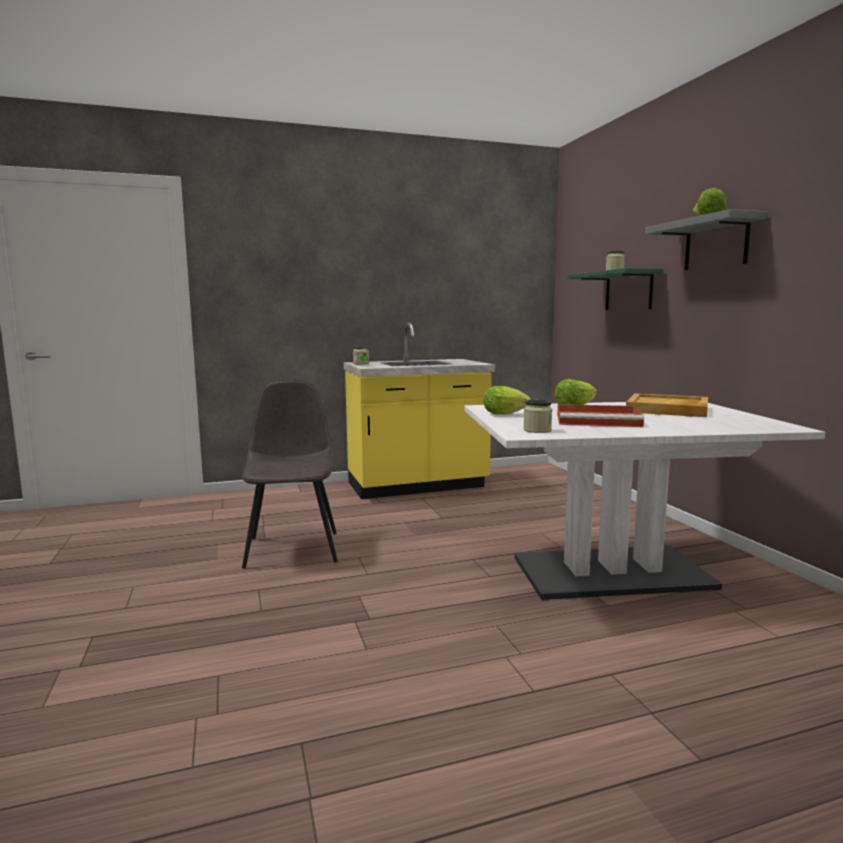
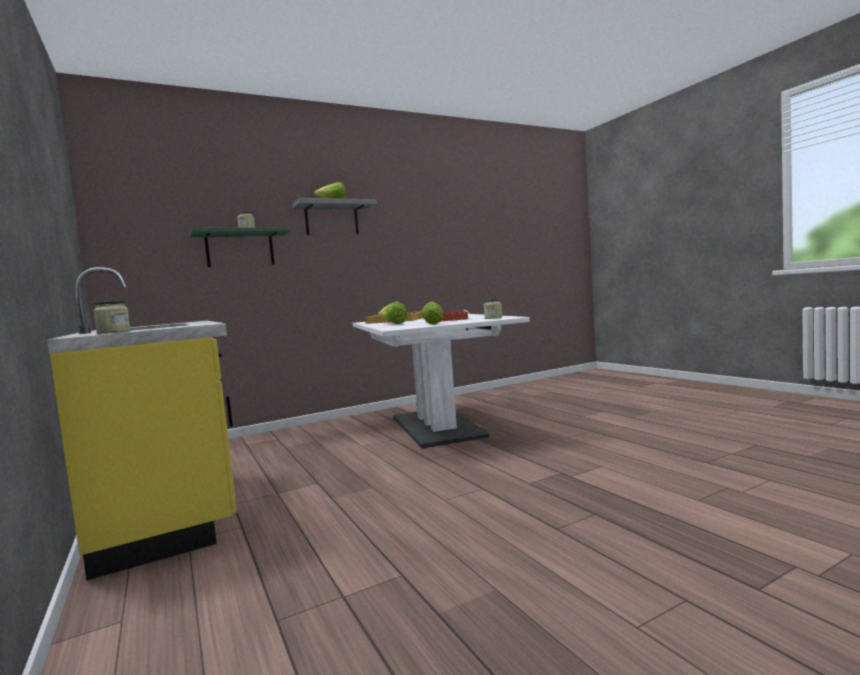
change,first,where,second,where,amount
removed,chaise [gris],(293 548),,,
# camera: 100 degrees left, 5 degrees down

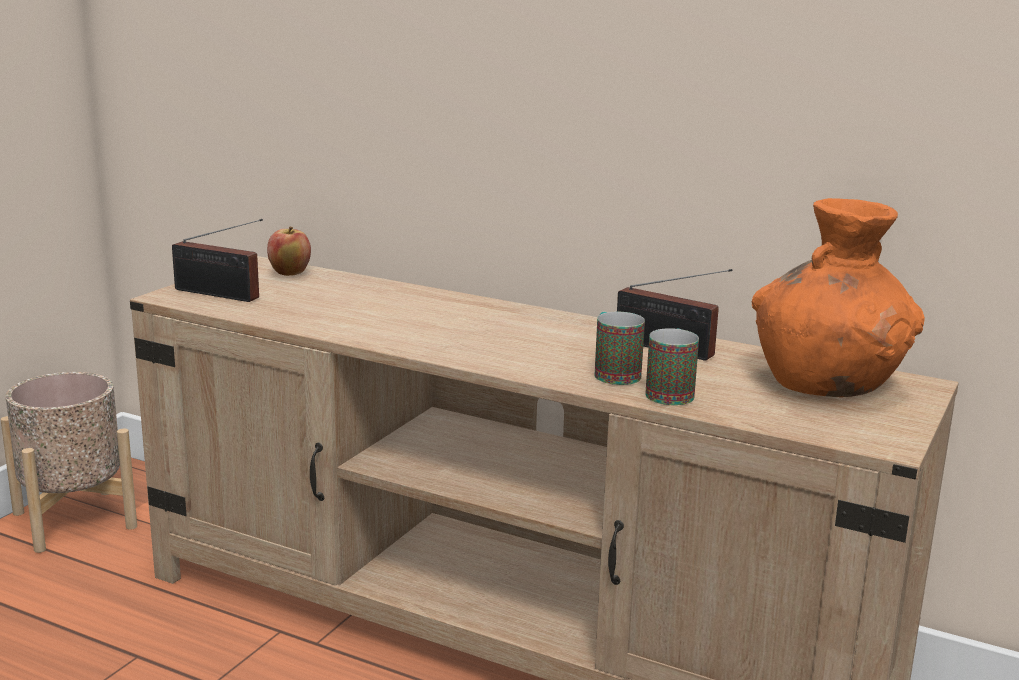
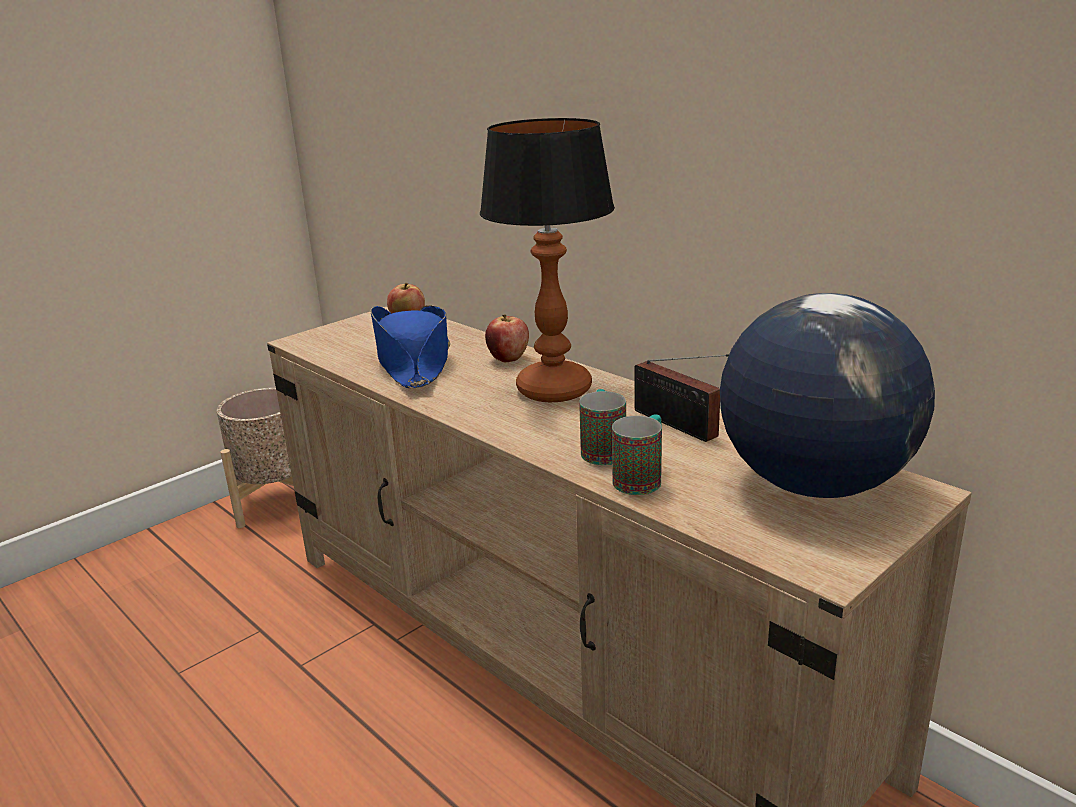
change,first,where,second,where,amount
replaced,vase [orange],(829 385),globe,(815 483),
removed,radio,(220 295),,,
added,,,lampe de table,(553 389),
added,,,chapeau [bleu],(413 362),
added,,,pomme,(508 359),
# camera: 20 degrees right, 5 degrees up

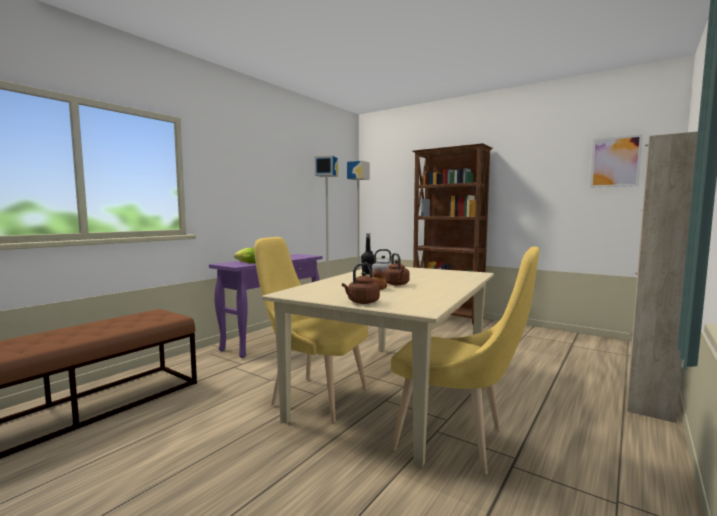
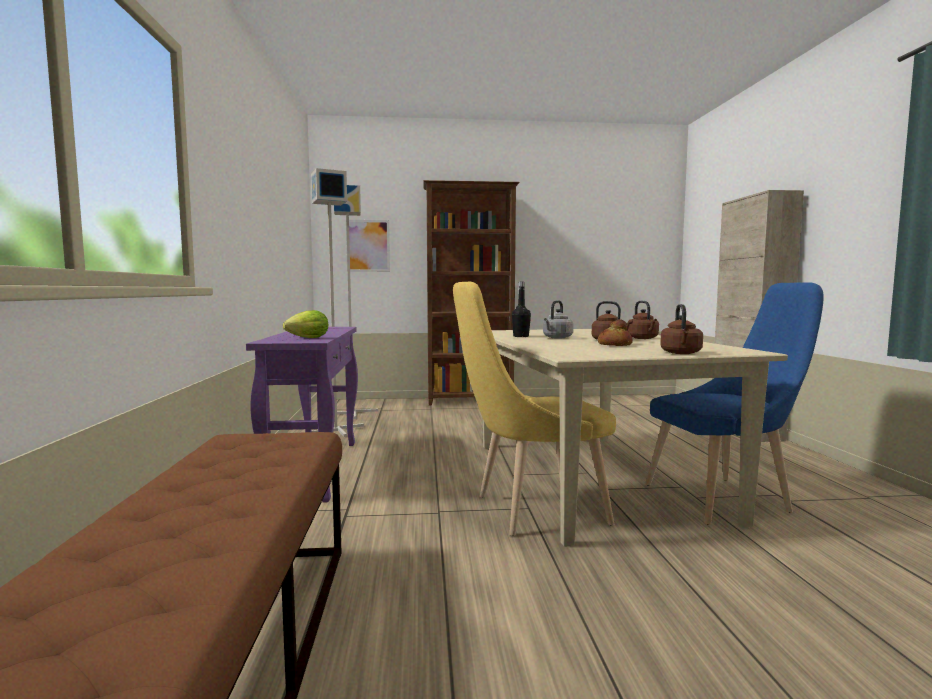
change,first,where,second,where,amount
moved,tableau,(615 162),,(368 246),
recoloured,chaise [jaune],(457 441),chaise [bleu],(724 498),
added,,,bouilloire [marron],(643 338),
# camera: 40 degrees left, 0 degrees up

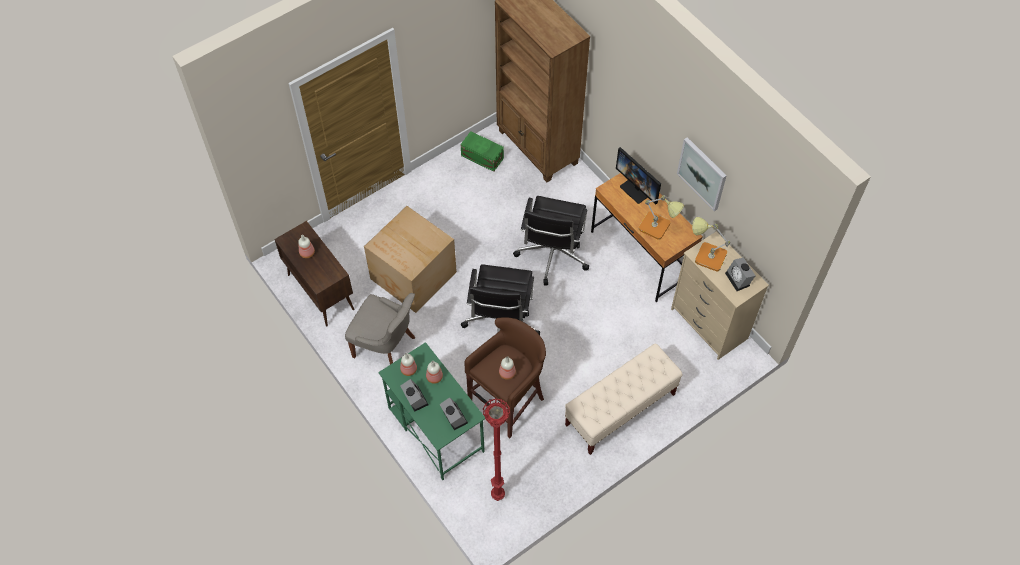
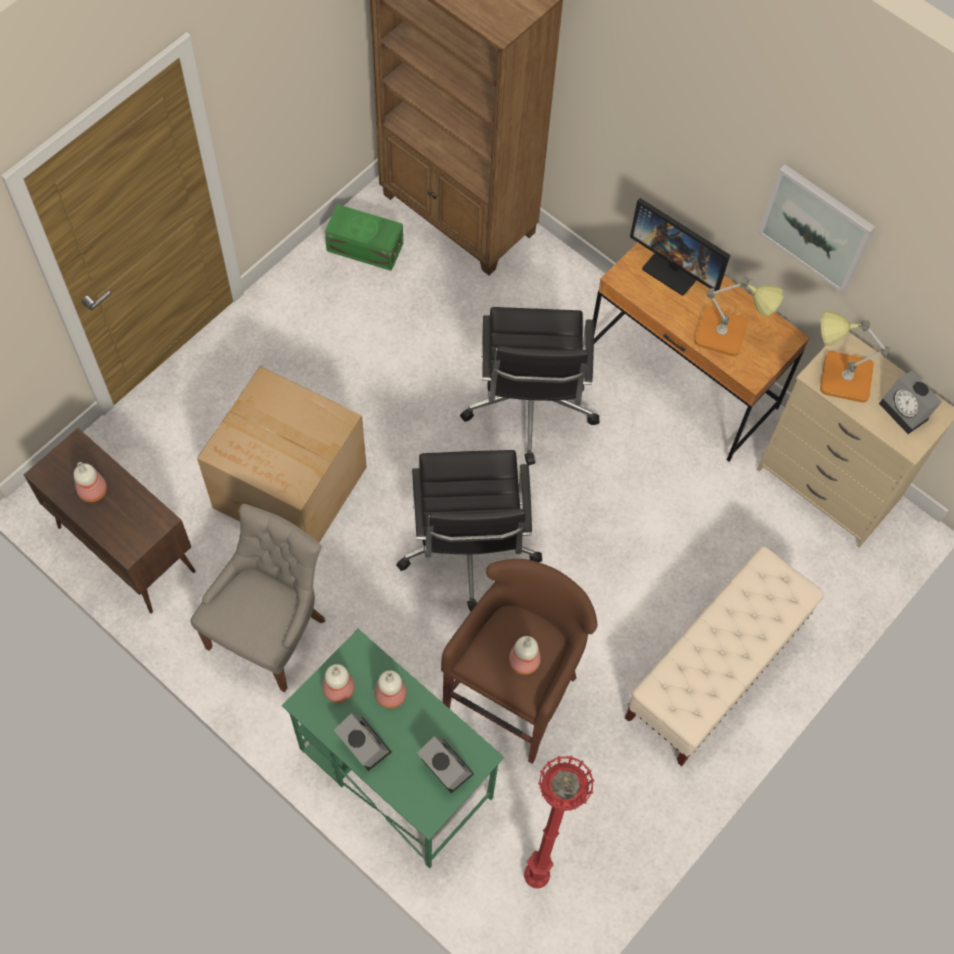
change,first,where,second,where,amount
turned,chaise [gris],(386 347),,(269 632),75 degrees counterclockwise
# camera: 15 degrees left, 5 degrees up

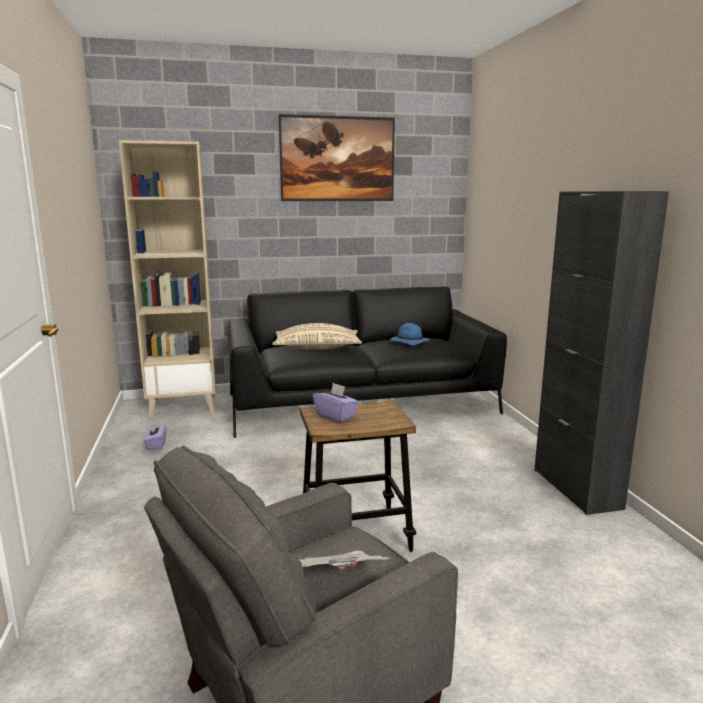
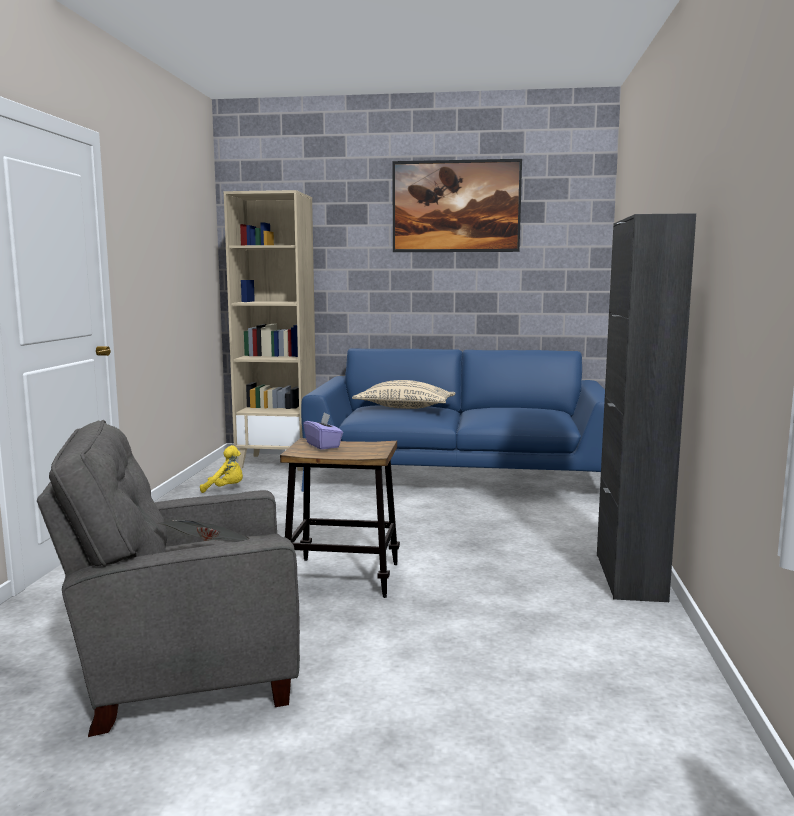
change,first,where,second,where,amount
recoloured,canapé [noir],(360 403),canapé [bleu],(458 477),
removed,chapeau [bleu],(409 342),,,
replaced,boîte à mouchoirs [violet],(156 445),peluche [jaune],(226 489),
# camera: 20 degrees right, 5 degrees down

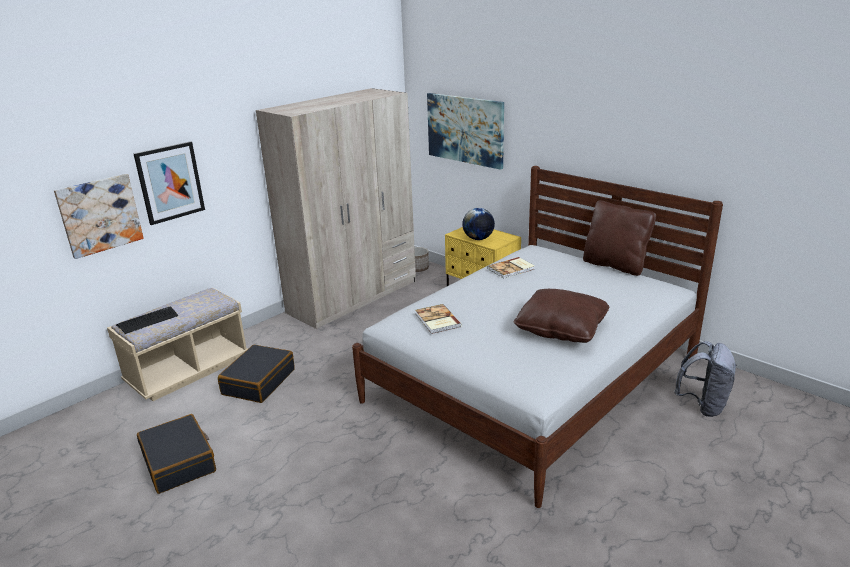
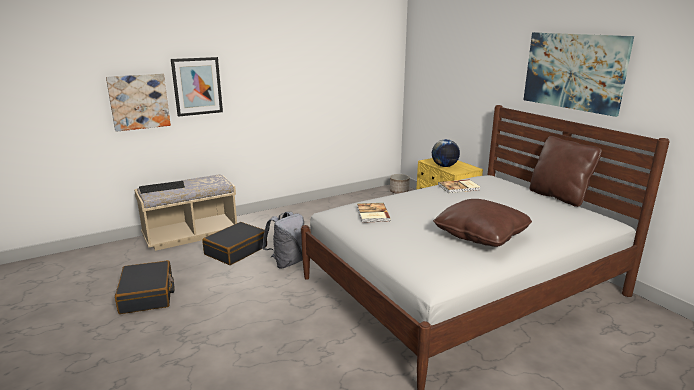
change,first,where,second,where,amount
removed,armoire [beige],(353 296),,,
moved,tableau,(465 129),,(573 71),
moved,sac à dos [gris],(702 405),,(287 262),
# camera: 15 degrees right, 5 degrees down

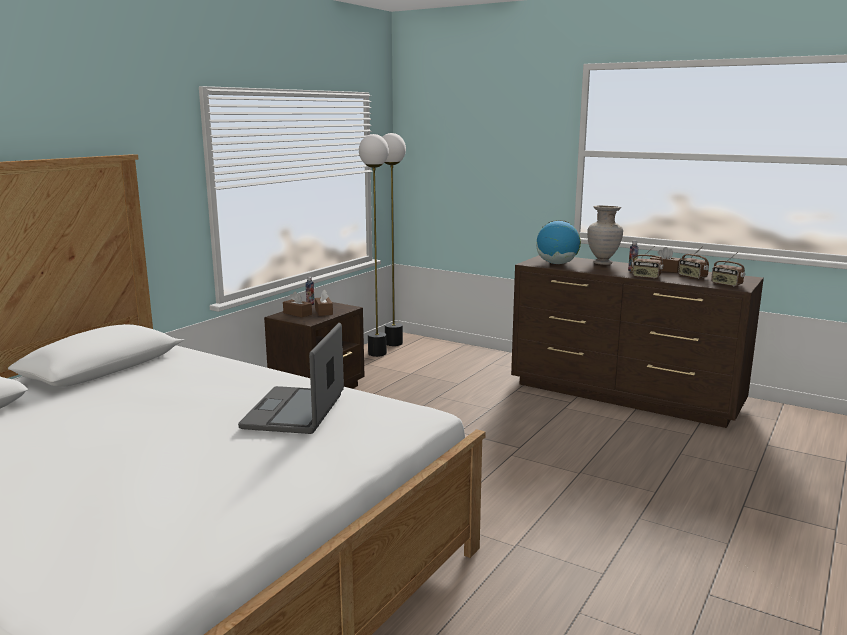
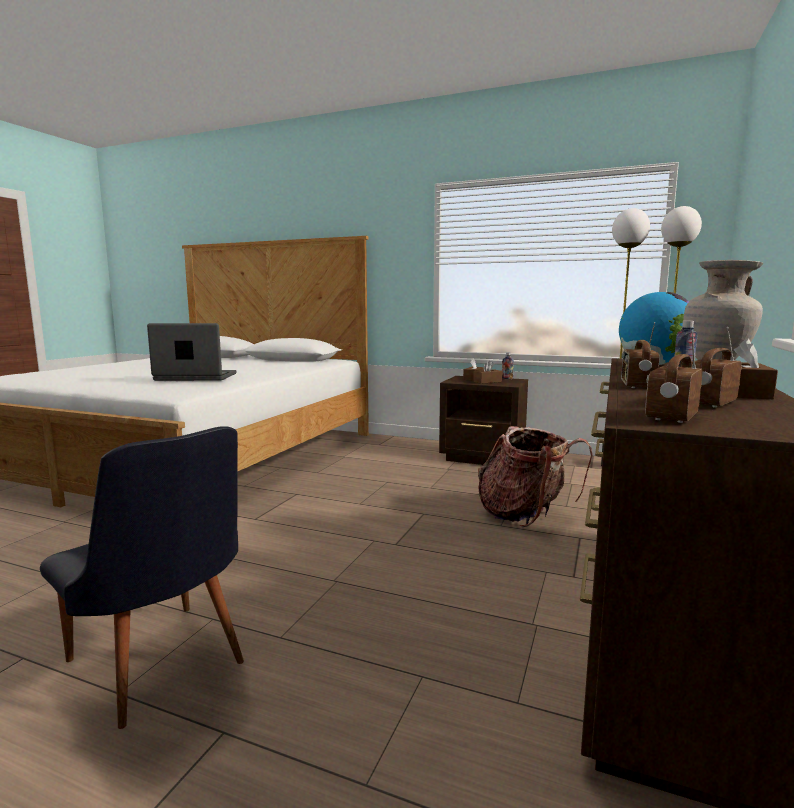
change,first,where,second,where,amount
added,,,chaise [noir],(162 670),
added,,,sac à dos,(525 514),
# camera: 80 degrees right, 5 degrees down

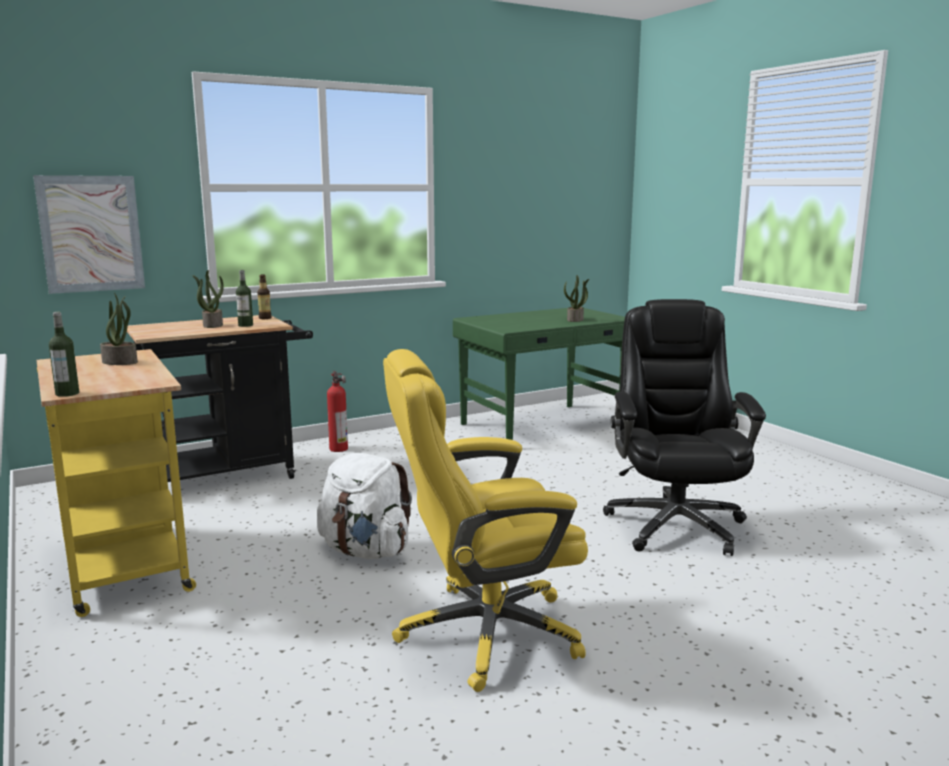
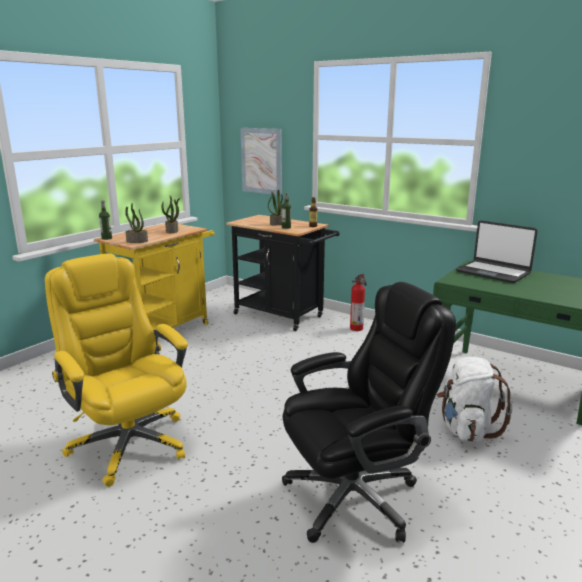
change,first,where,second,where,amount
moved,plante en pot,(575 320),,(136 241),
moved,sac à dos [blanc],(365 551),,(466 429),
added,,,ordinateur portable,(493 272),
# camera: 65 degrees right, 5 degrees up

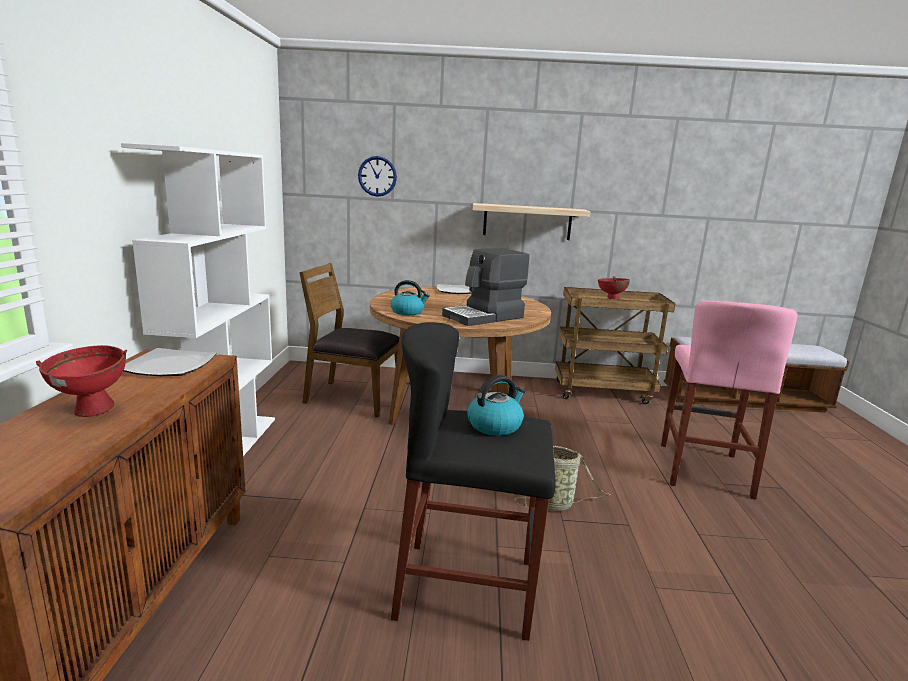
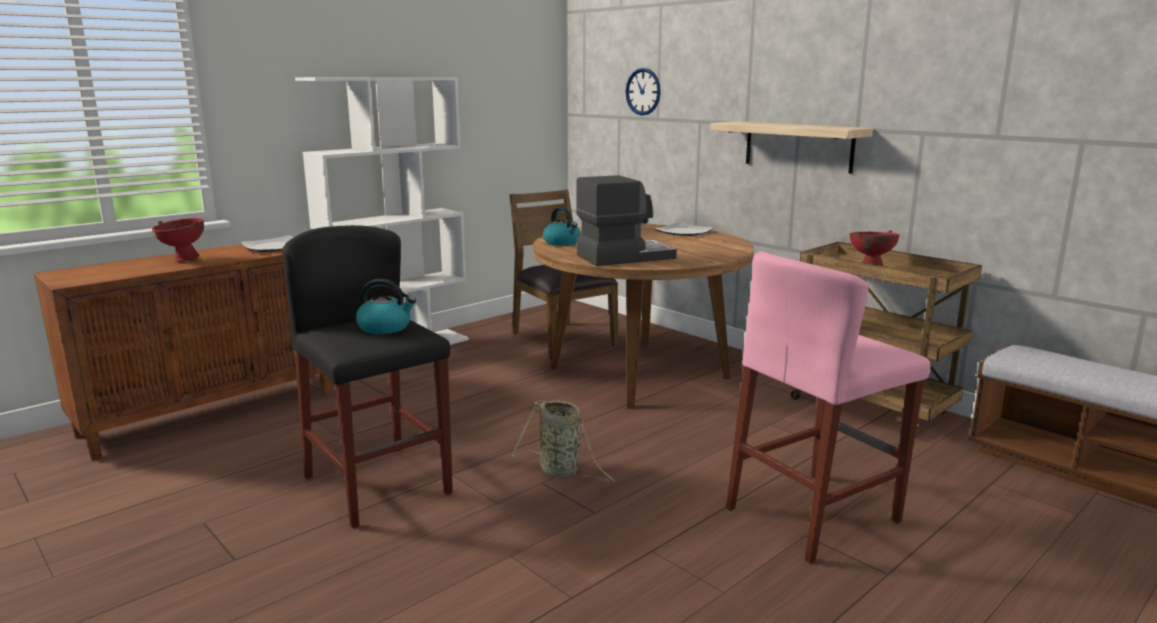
change,first,where,second,where,amount
turned,machine à café,(484 317),,(624 257),150 degrees clockwise
# camera: 45 degrees right, 0 degrees up

